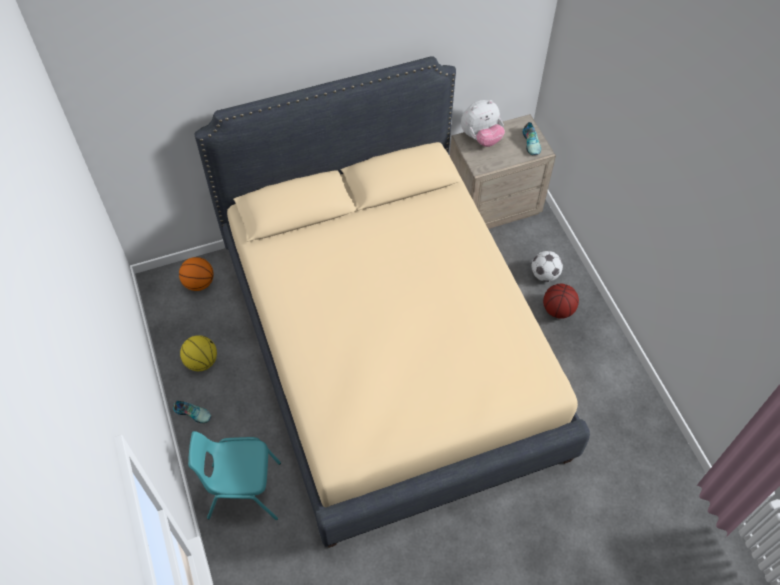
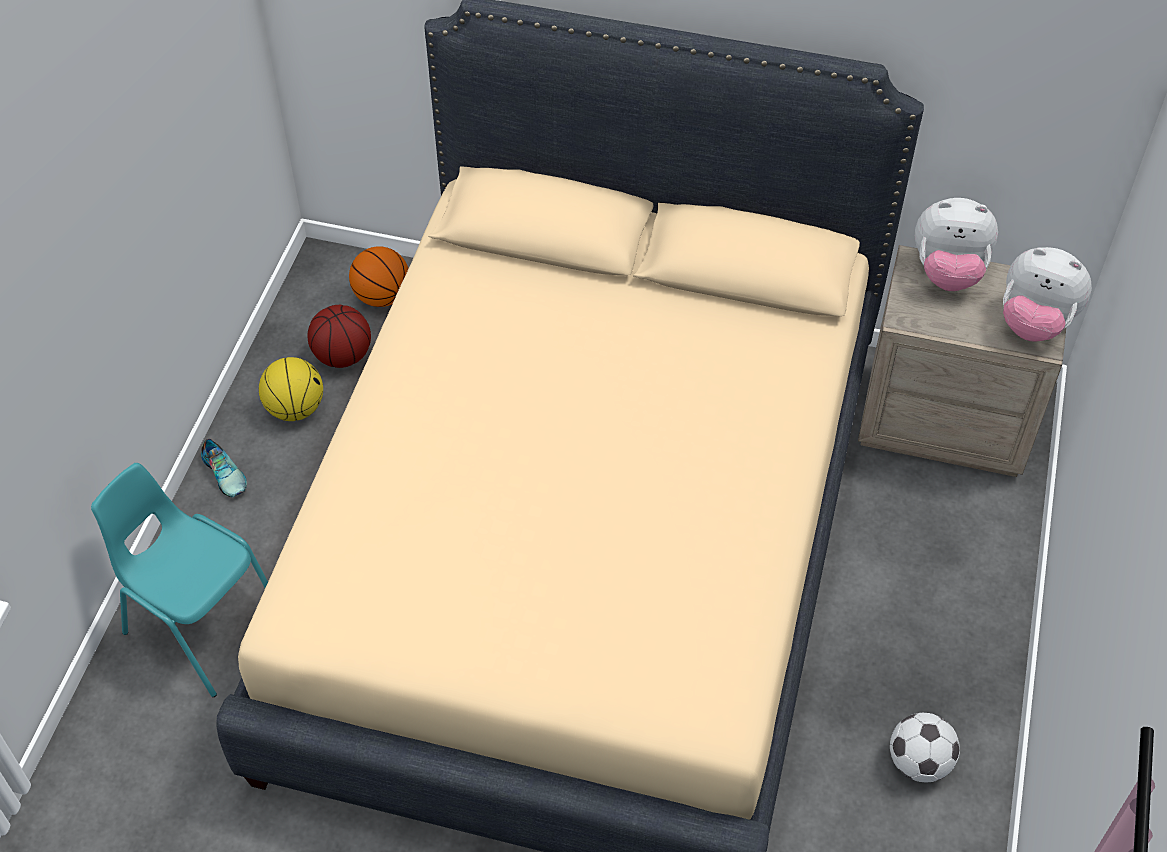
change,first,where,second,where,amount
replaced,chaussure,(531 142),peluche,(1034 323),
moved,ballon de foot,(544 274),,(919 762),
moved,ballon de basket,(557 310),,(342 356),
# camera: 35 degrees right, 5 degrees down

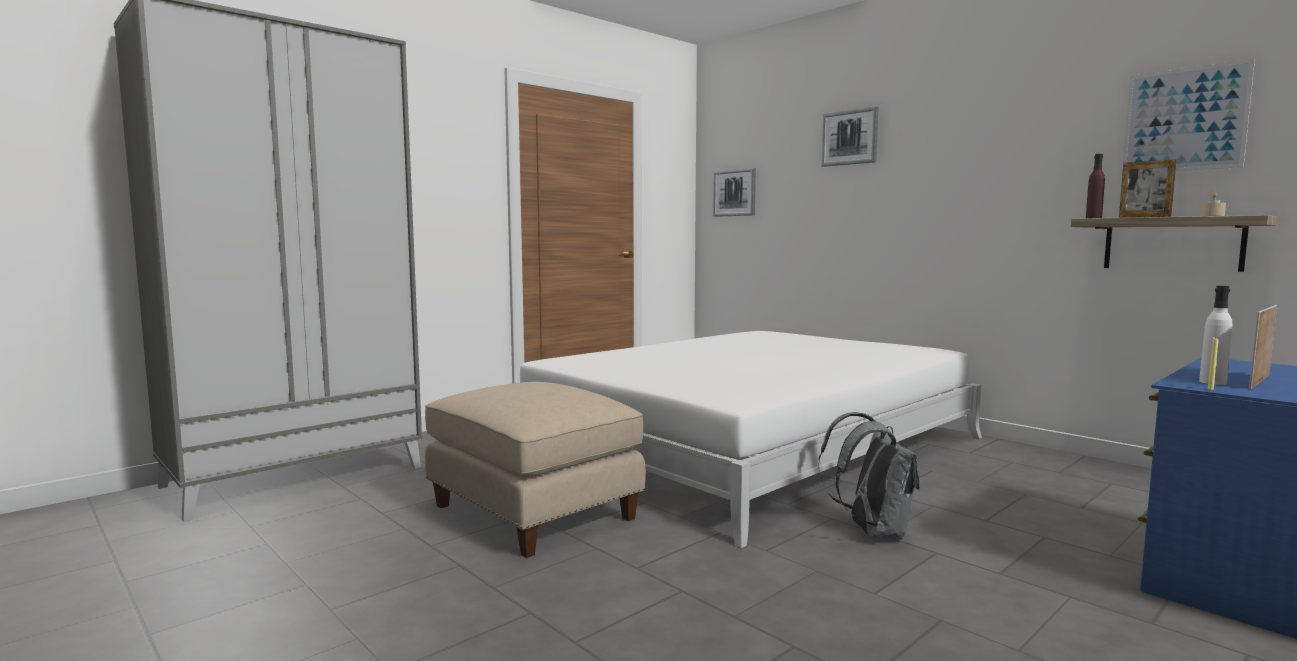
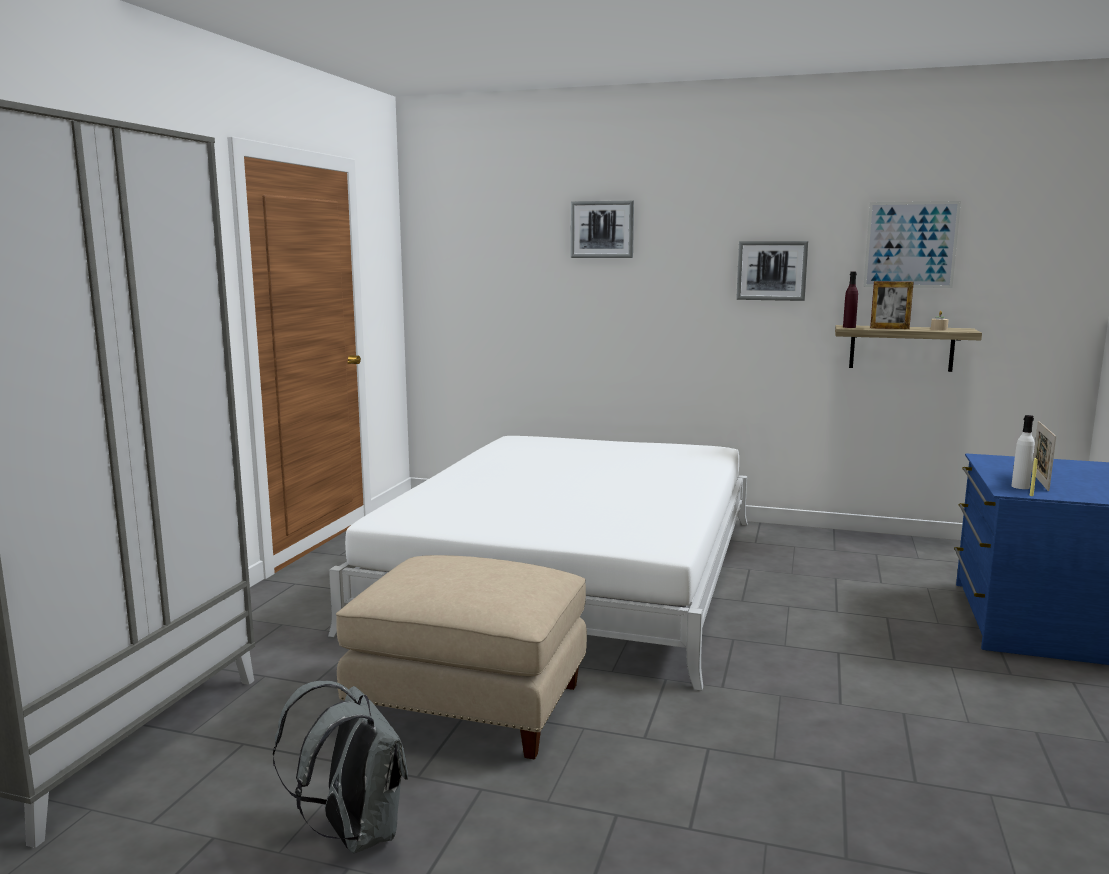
change,first,where,second,where,amount
moved,tableau,(734 193),,(771 270),
moved,sac à dos [gris],(871 531),,(354 833),
# camera: 30 degrees left, 5 degrees up

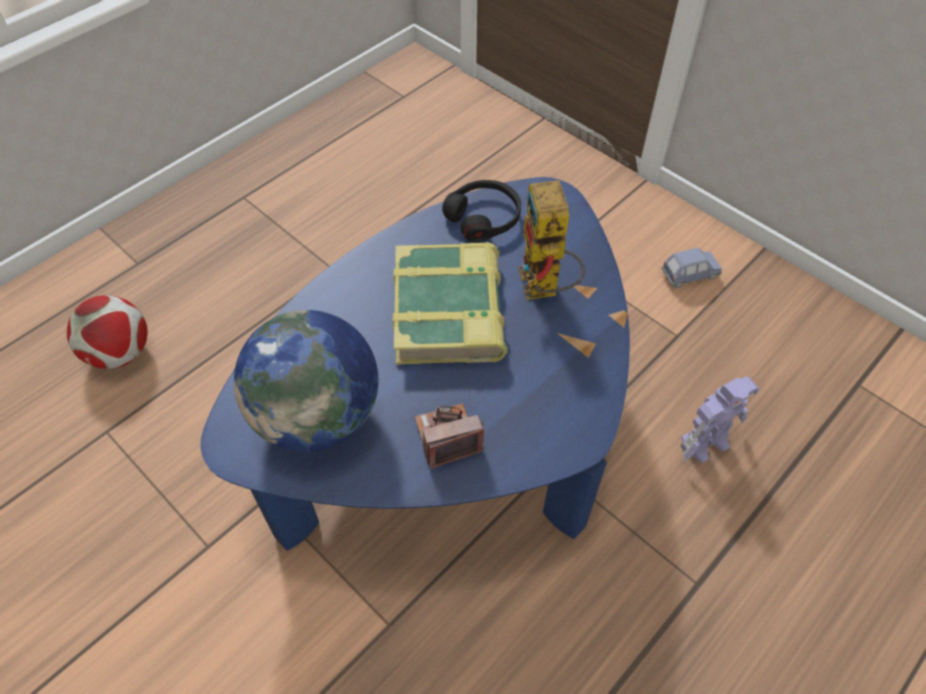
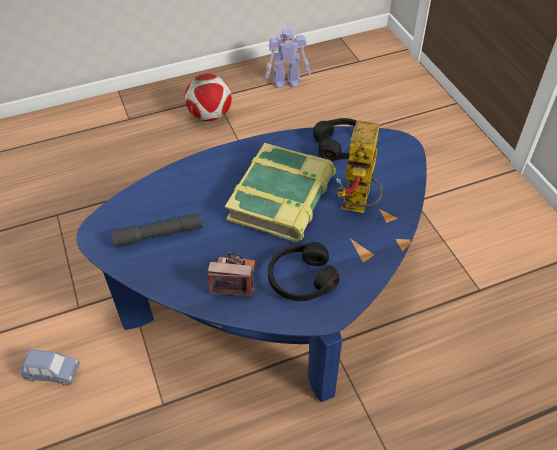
change,first,where,second,where,amount
moved,petite voiture [bleu],(689 275),,(52 373),
moved,ballon de foot,(121 353),,(210 115),
replaced,globe,(318 416),lampe de poche [gris],(158 235),
moved,robot jouet,(706 442),,(287 82),
added,,,casque audio [noir],(301 279),
# camera: 25 degrees right, 5 degrees down

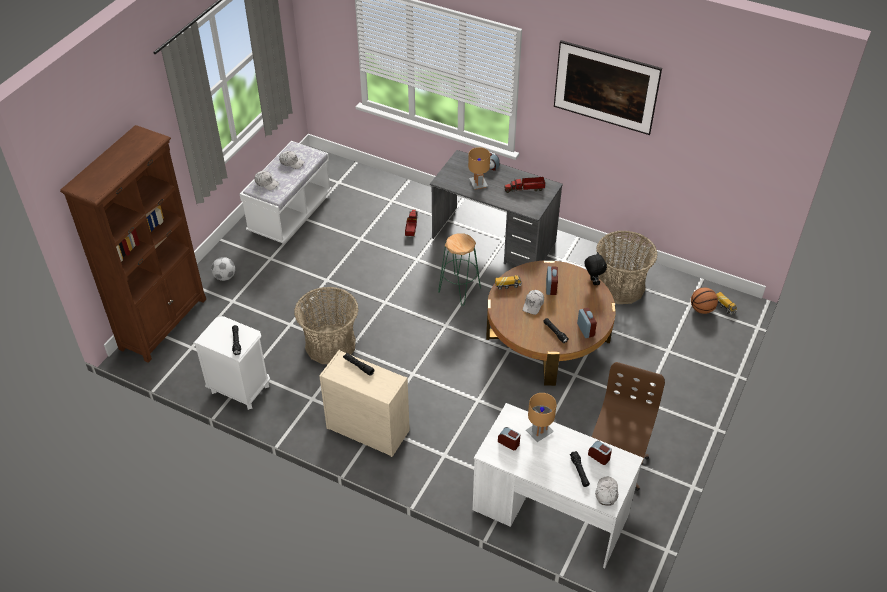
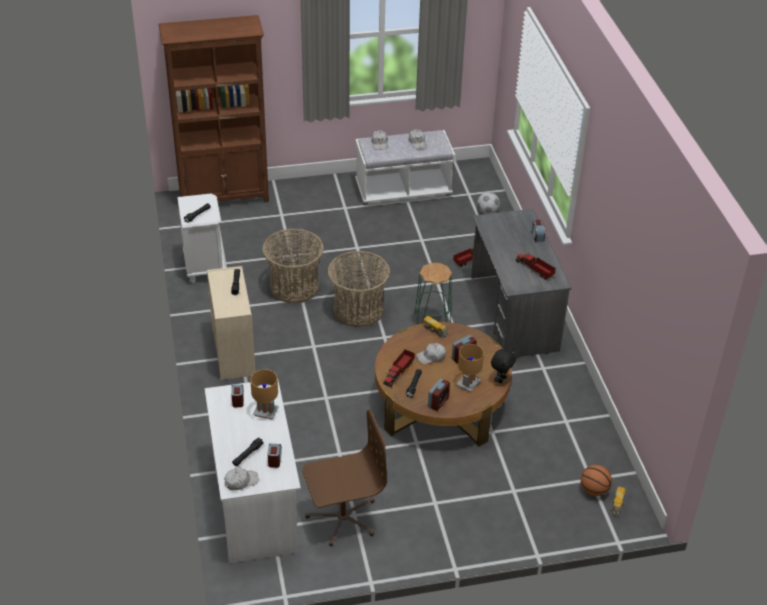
change,first,where,second,where,amount
removed,tableau,(603 103),,,
moved,lampe de table [marron],(478 184),,(468 384),
moved,panier,(620 286),,(358 310),
moved,ballon de foot,(225 277),,(487 212),
added,,,camion jouet,(399 372),
# camera: 50 degrees right, 5 degrees down

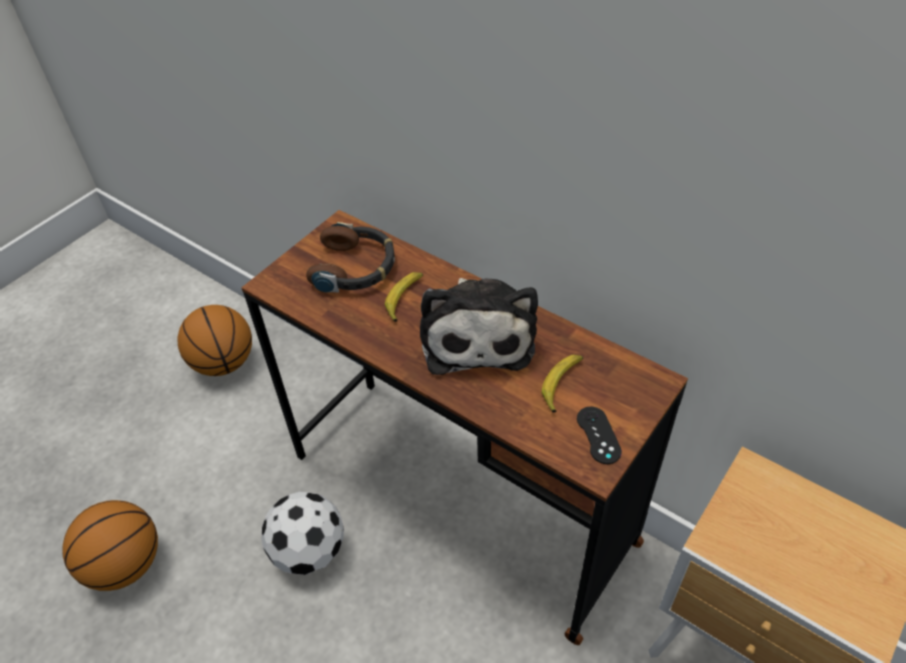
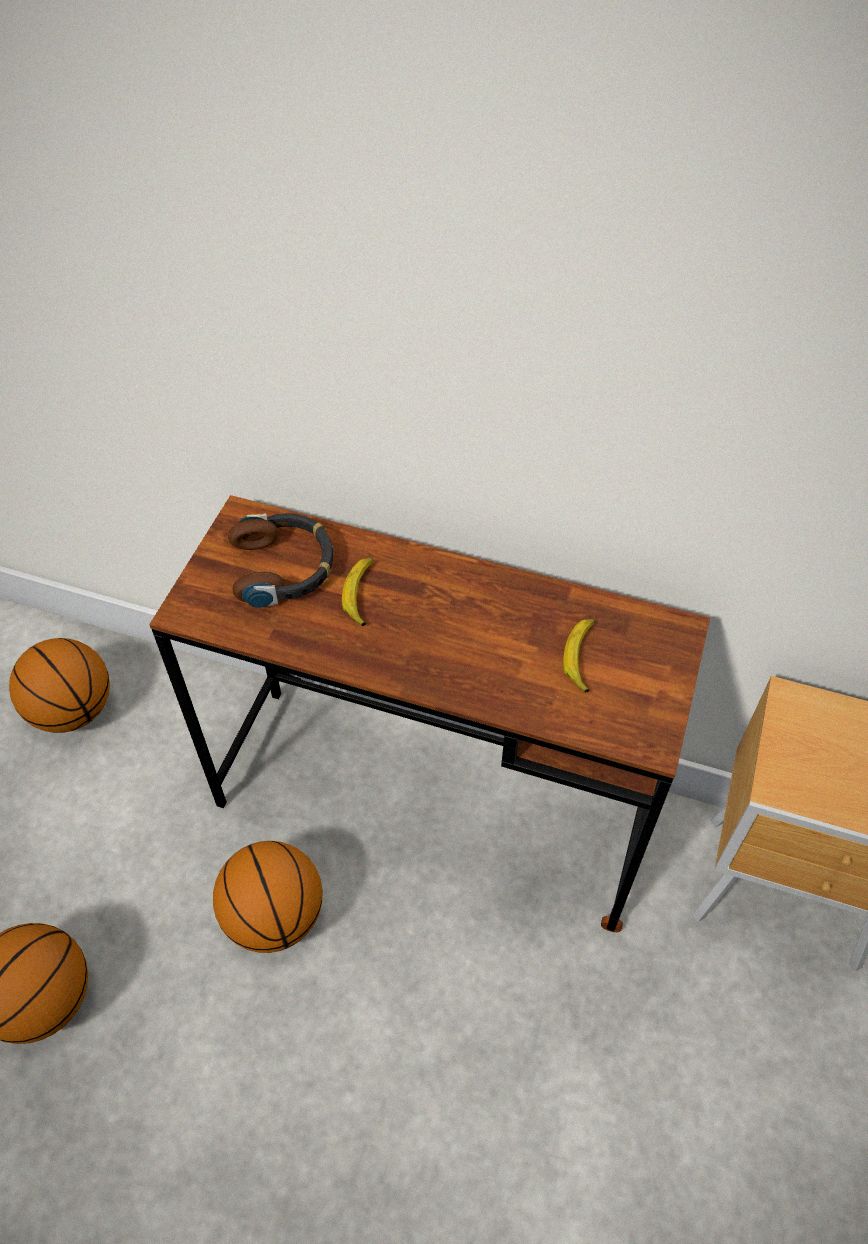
change,first,where,second,where,amount
removed,peluche,(477 334),,,
removed,manette [noir],(598 435),,,
replaced,ballon de foot,(308 551),ballon de basket,(274 916),
# camera: 20 degrees left, 5 degrees up

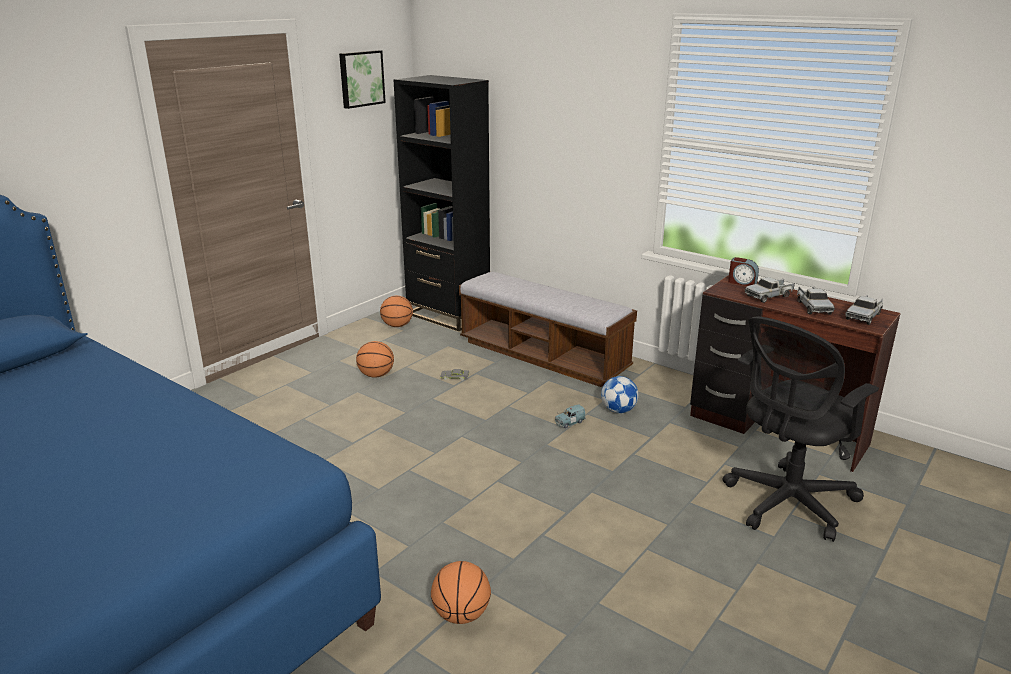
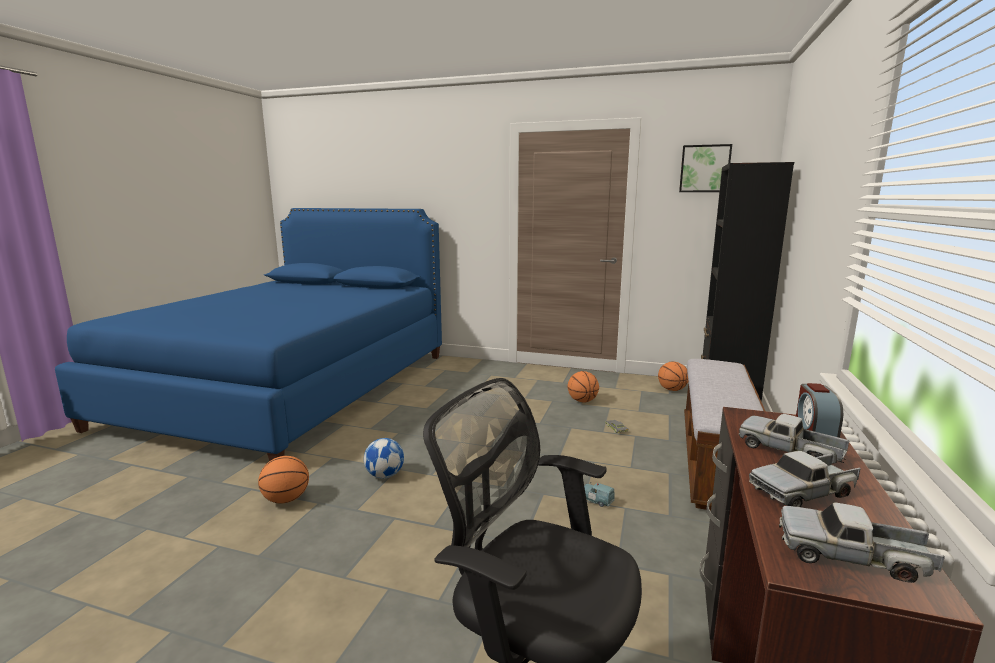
change,first,where,second,where,amount
moved,ballon de foot,(618 410),,(385 475),
# camera: 70 degrees right, 10 degrees down

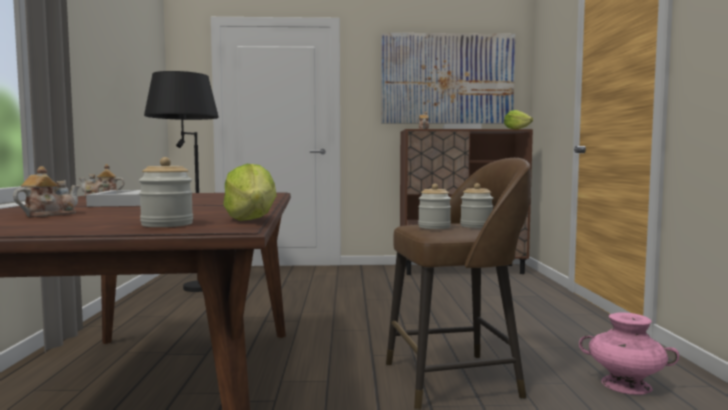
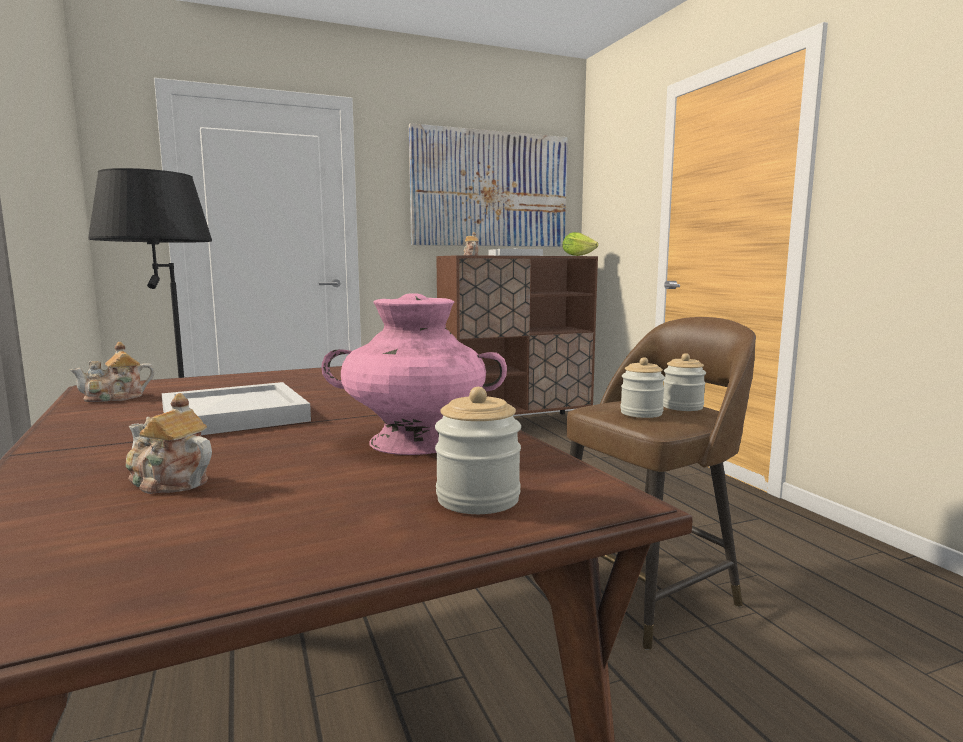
change,first,where,second,where,amount
removed,laitue,(252 219),,,
turned,théière,(49 214),,(169 482),75 degrees counterclockwise
moved,vase [rose],(625 385),,(415 441),
# camera: 20 degrees left, 5 degrees up

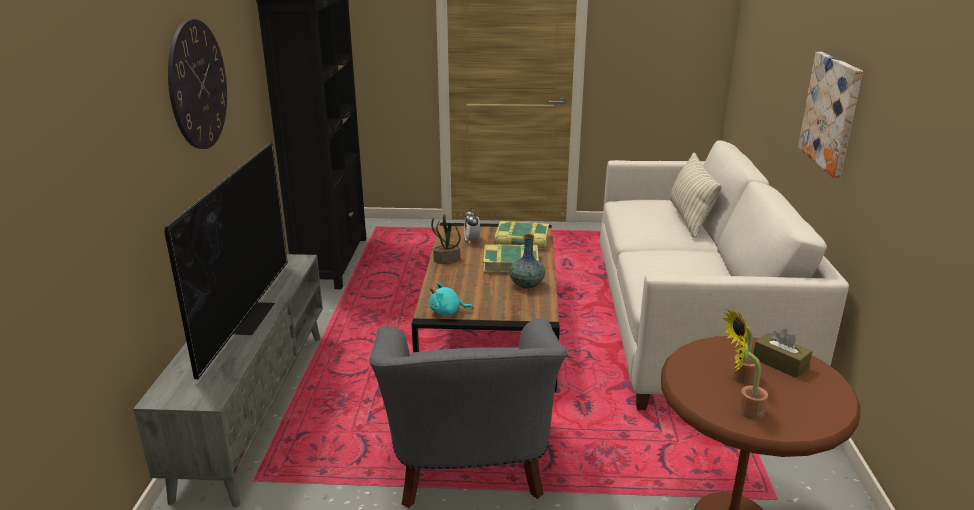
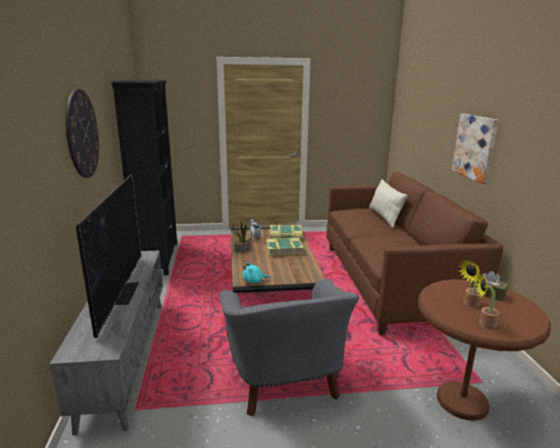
change,first,where,second,where,amount
recoloured,canapé [blanc],(688 326),canapé [marron],(391 282),
removed,vase,(526 285),,,
# camera: 10 degrees left, 5 degrees down

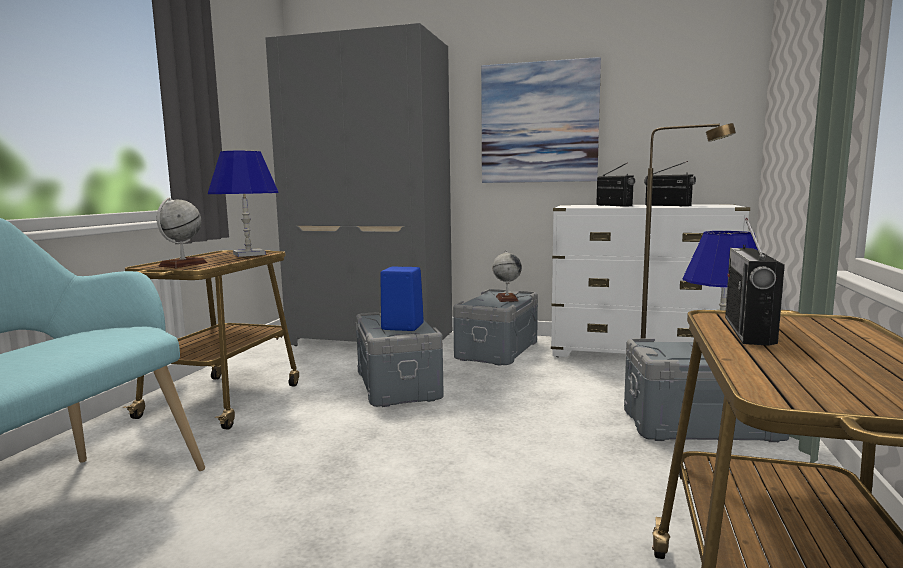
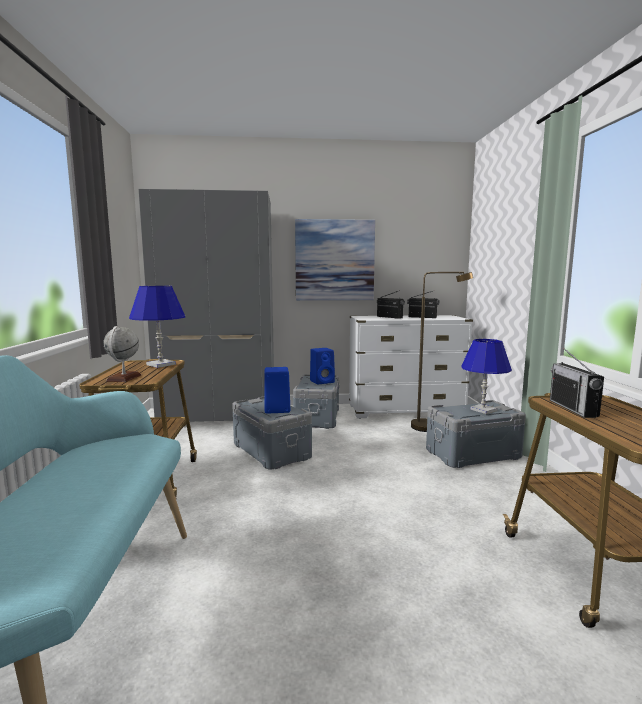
change,first,where,second,where,amount
replaced,globe,(507 299),enceinte [bleu],(322 381),
# camera: 20 degrees left, 0 degrees up

